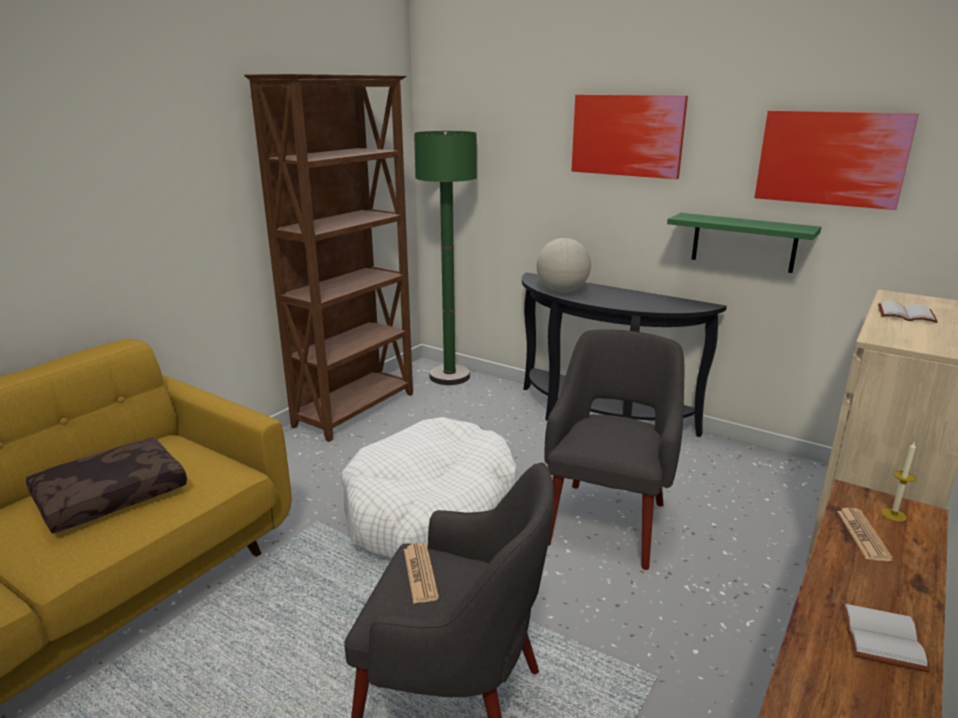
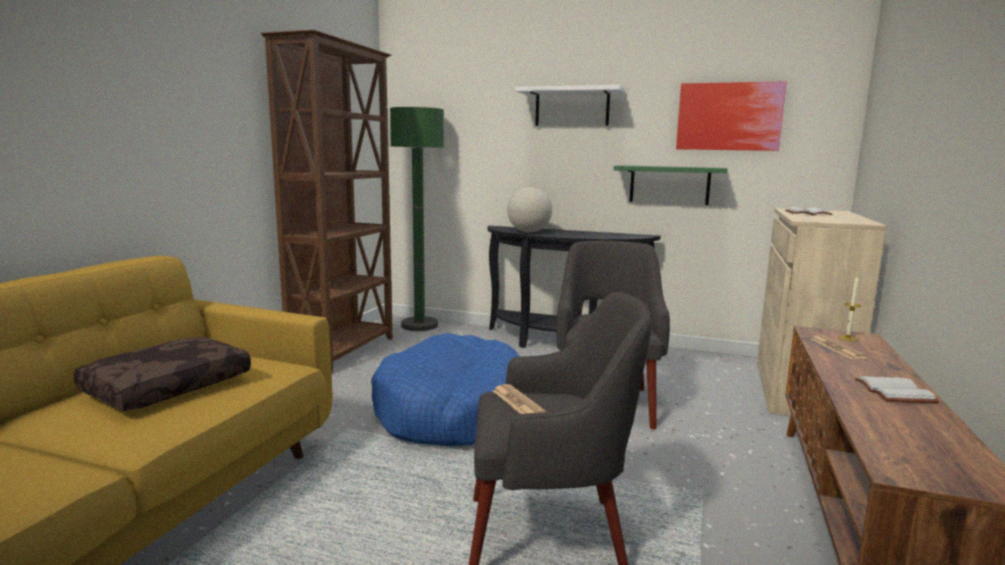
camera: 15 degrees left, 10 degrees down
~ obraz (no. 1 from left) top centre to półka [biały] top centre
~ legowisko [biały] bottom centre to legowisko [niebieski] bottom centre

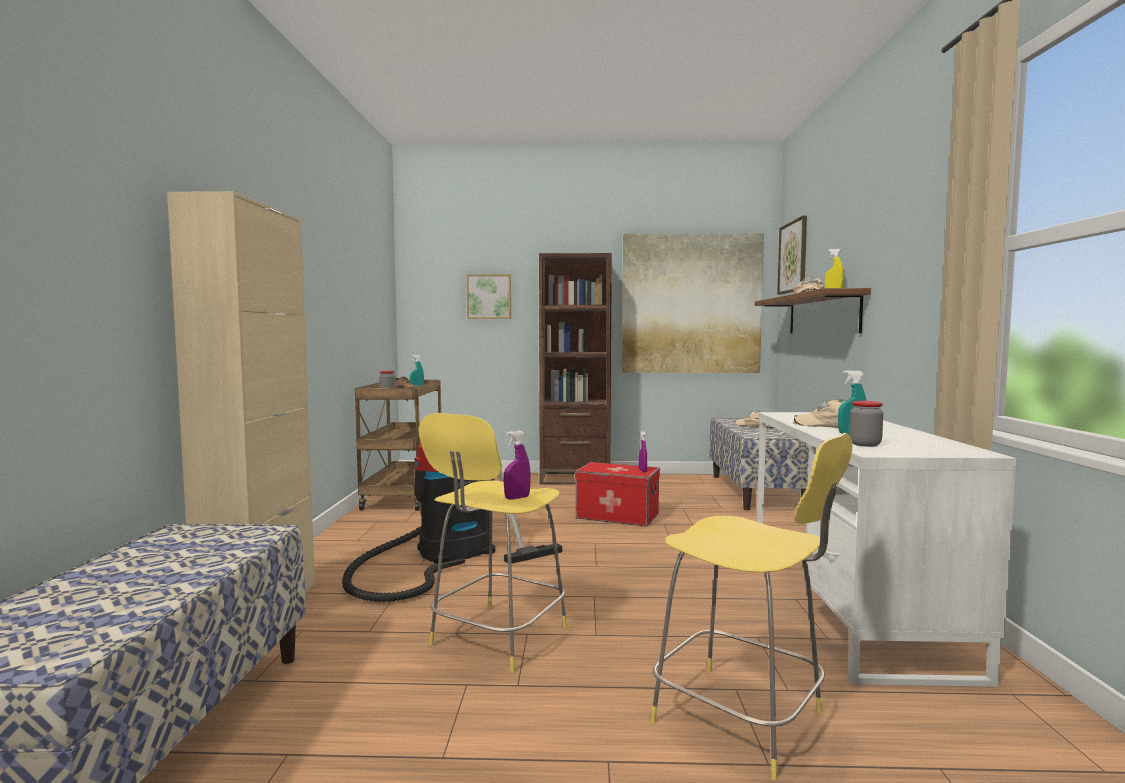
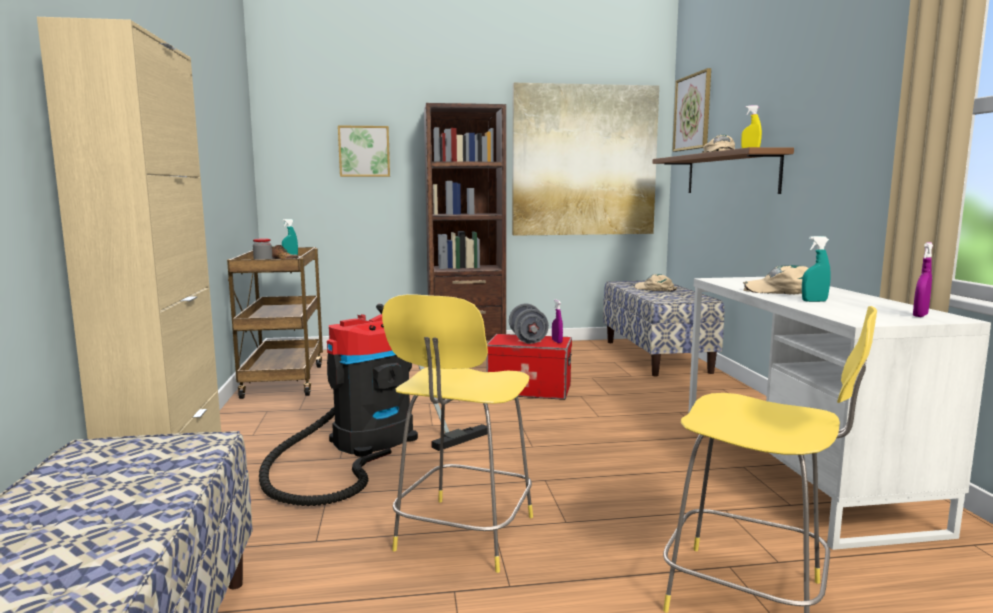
camera: 10 degrees left, 5 degrees up
- słoik (no. 2 from left) middle right
+ hantel [szary] centre
~ spryskiwacz [fioletowy] (no. 1 from left in the first image) centre to spryskiwacz [fioletowy] (no. 2 from left) middle right

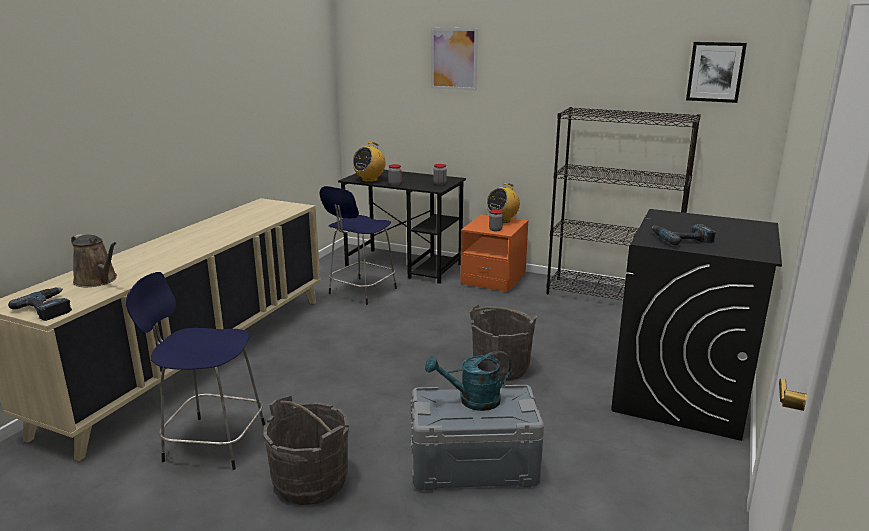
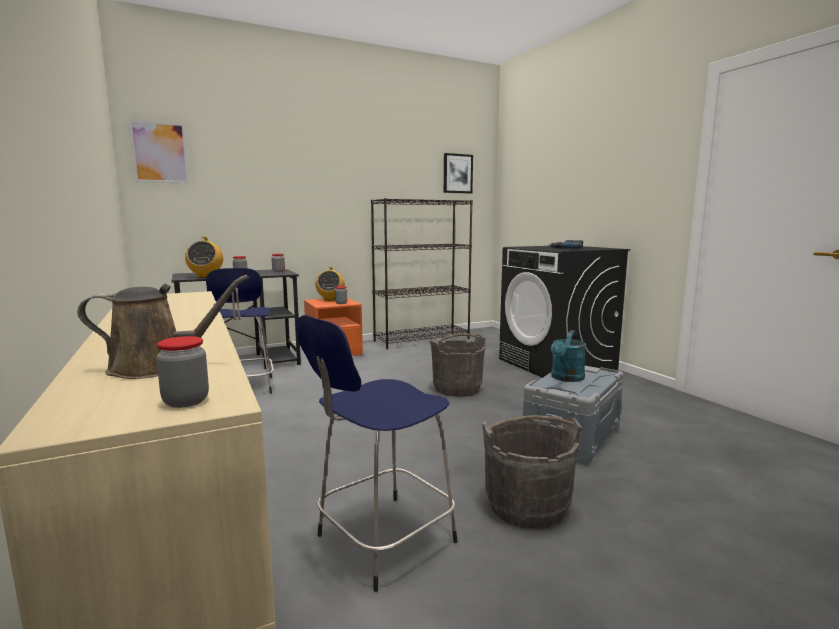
camera: 50 degrees left, 10 degrees down
~ obraz (no. 1 from left) top centre to top left
~ wiertarka (no. 1 from left) middle left to słoik (no. 1 from left) middle left

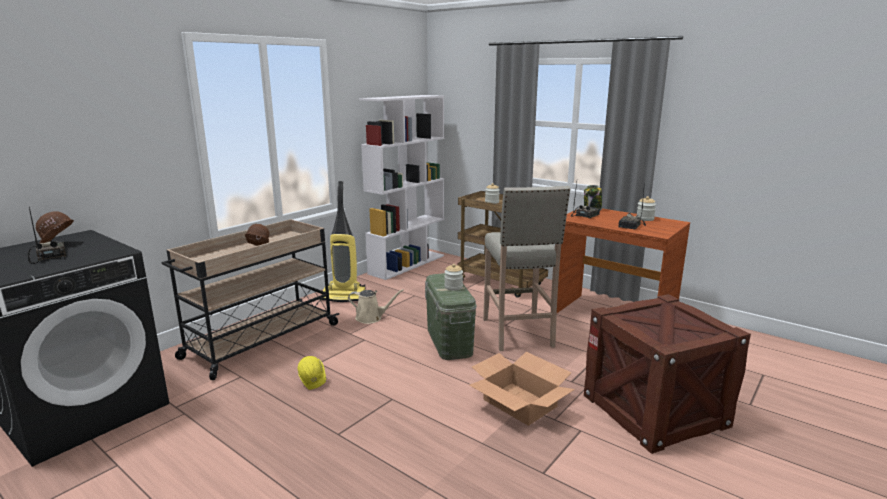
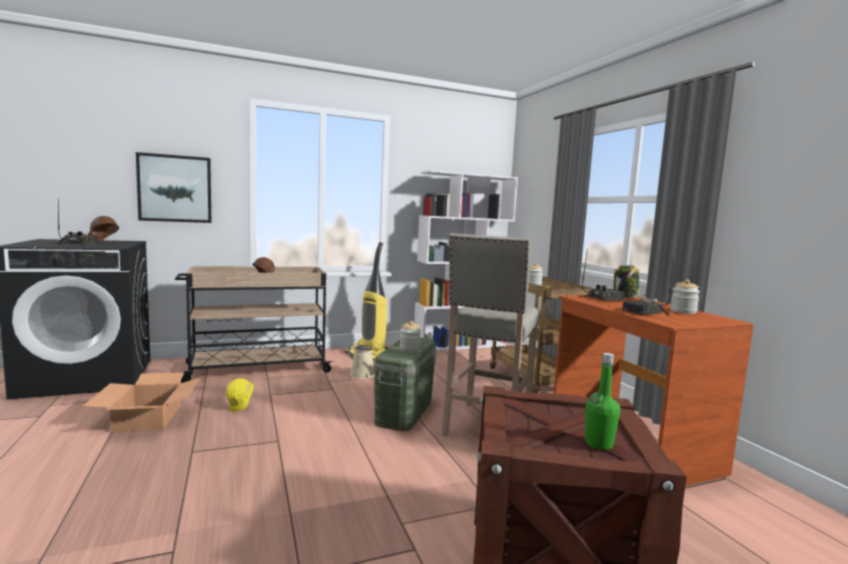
camera: 30 degrees right, 10 degrees down
+ obraz top left
+ butelka [zielony] bottom right
~ karton bottom centre to bottom left

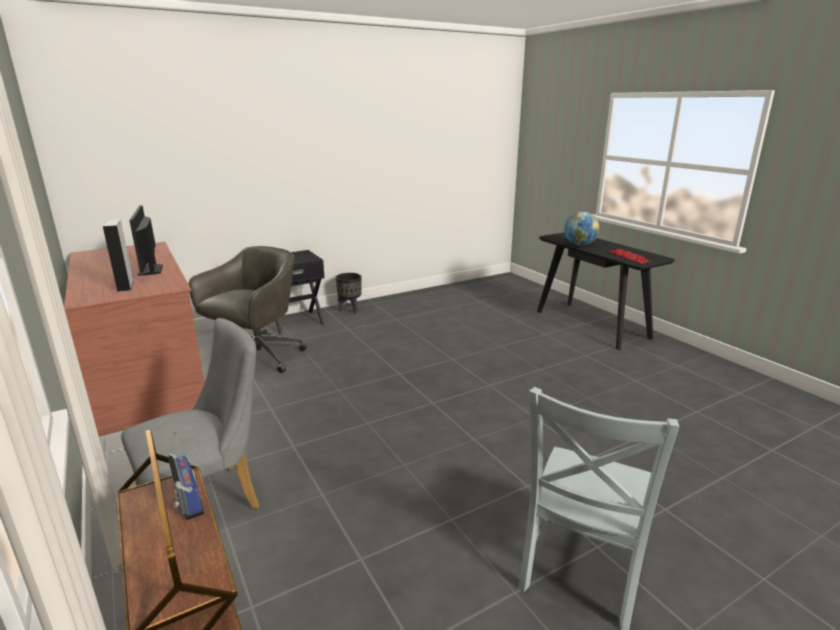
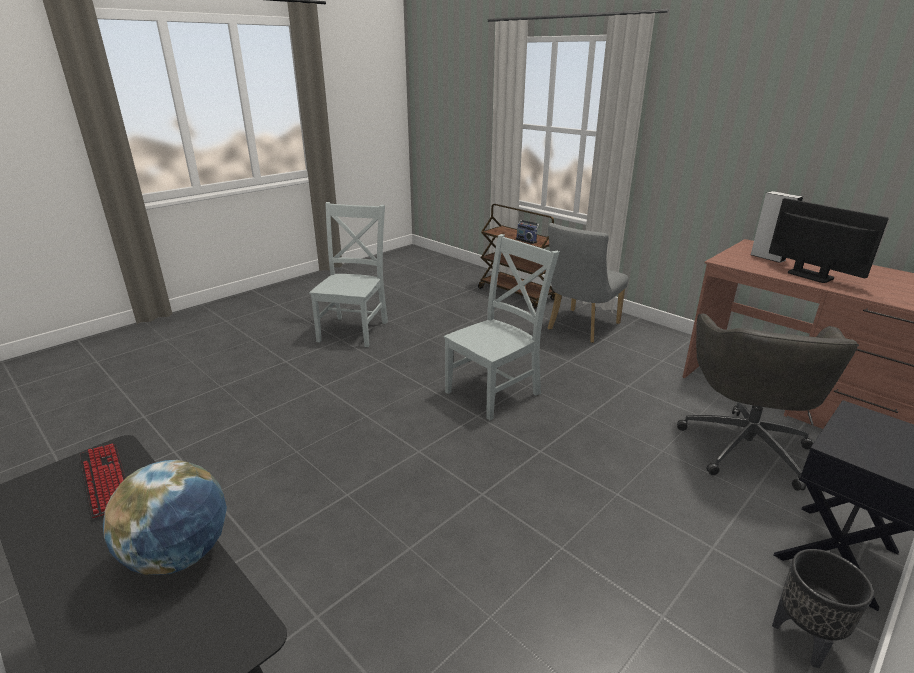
camera: 165 degrees right, 5 degrees up
+ krzesło [szary] (no. 2 from left) centre

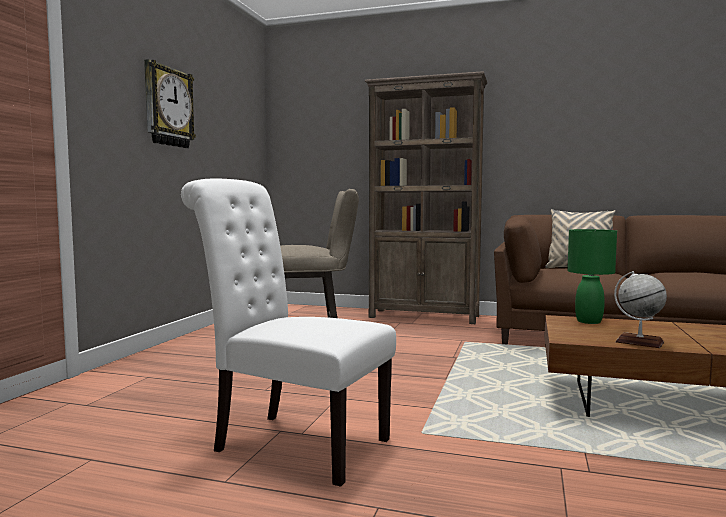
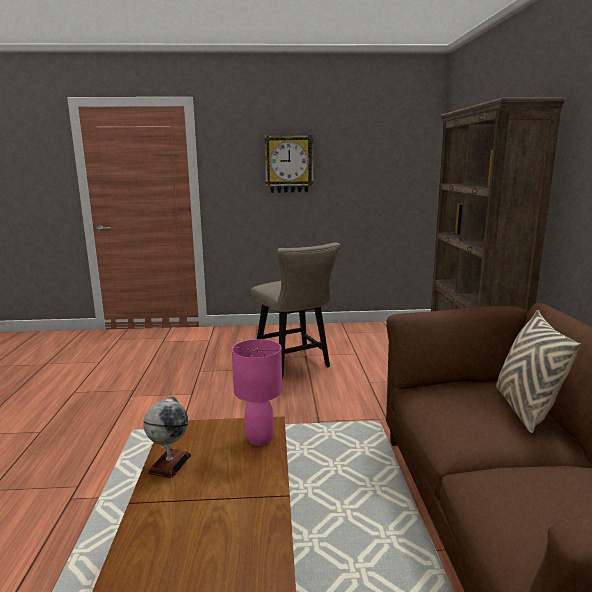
camera: 70 degrees right, 10 degrees up
- krzesło [biały] centre
~ lampa stołowa [zielony] middle right to lampa stołowa [różowy] centre

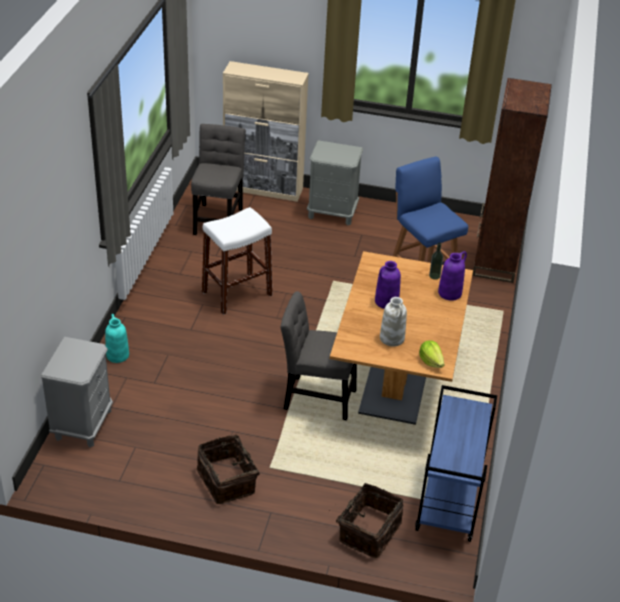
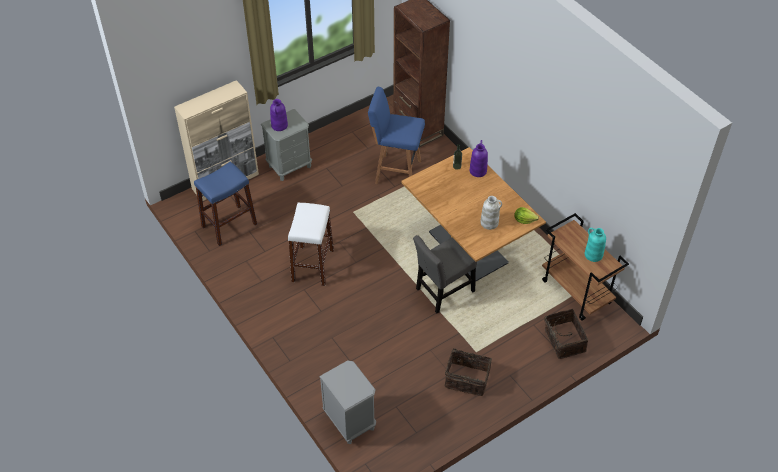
camera: 45 degrees left, 10 degrees up
~ wazon [turkusowy] middle left to middle right
~ wazon [fioletowy] (no. 1 from left) centre to top centre
~ krzesło [szary] (no. 1 from left) top centre to stołek [niebieski] (no. 1 from left) middle left
~ wózek [niebieski] bottom right to wózek [brązowy] middle right

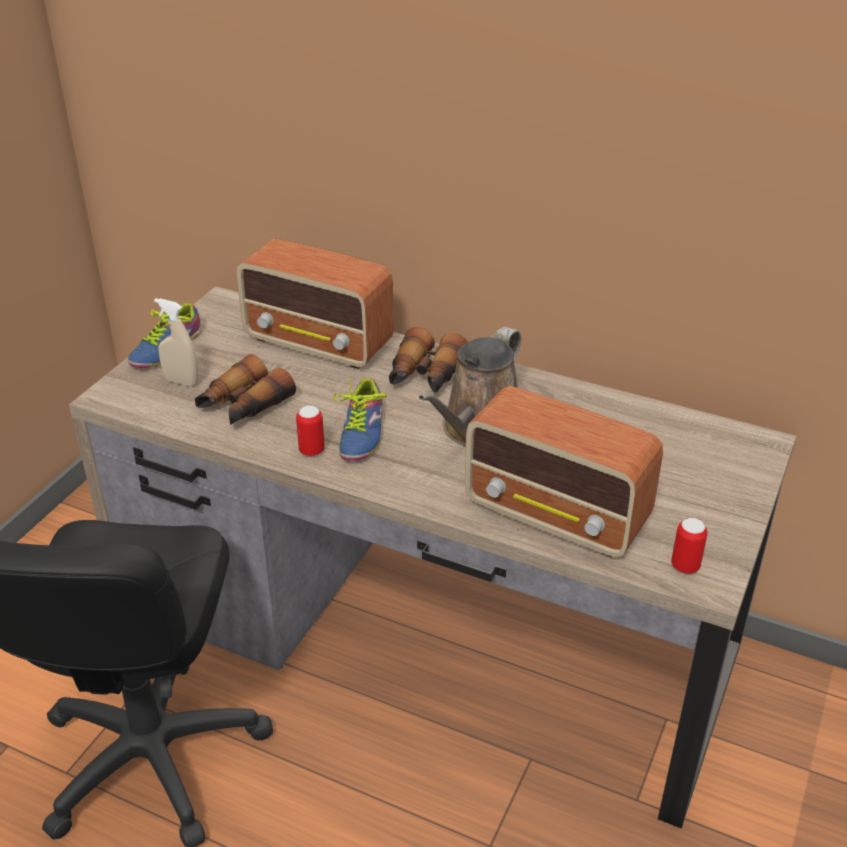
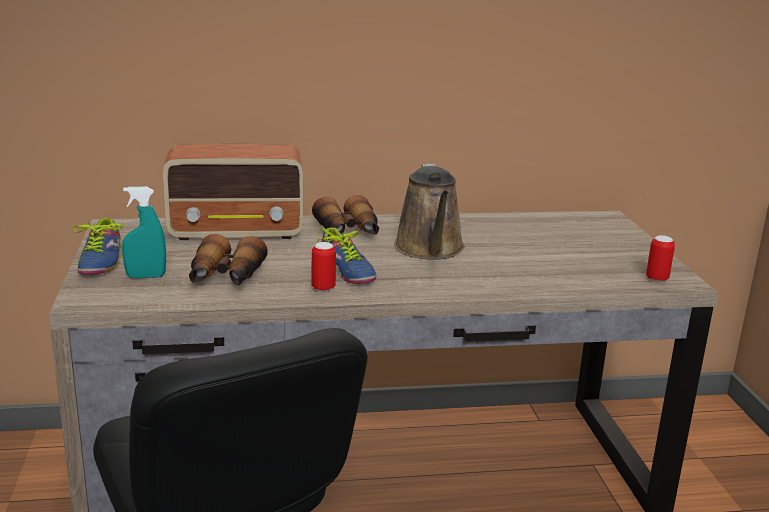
camera: 35 degrees left, 15 degrees down
- radio (no. 2 from left) centre
~ spryskiwacz [beżowy] middle left to spryskiwacz [turkusowy] middle left

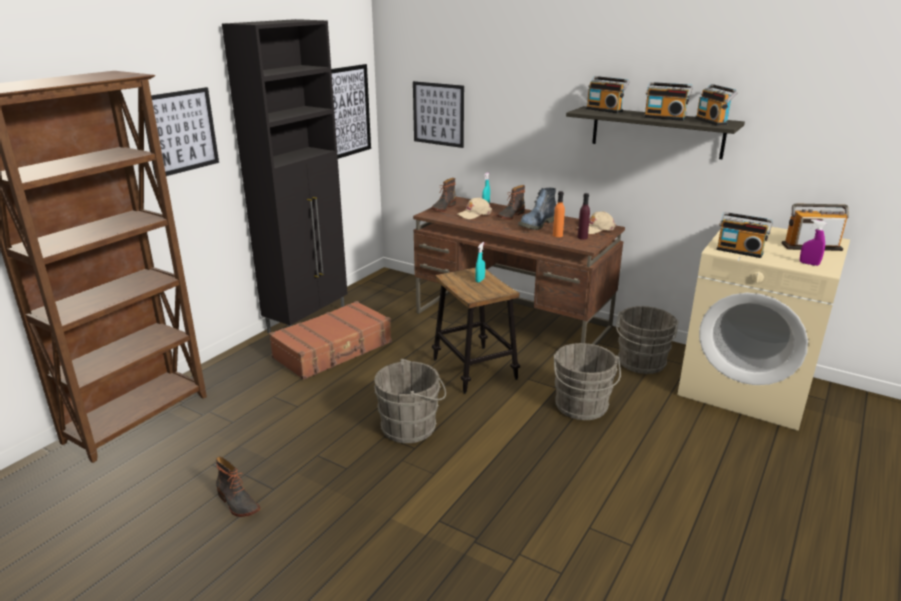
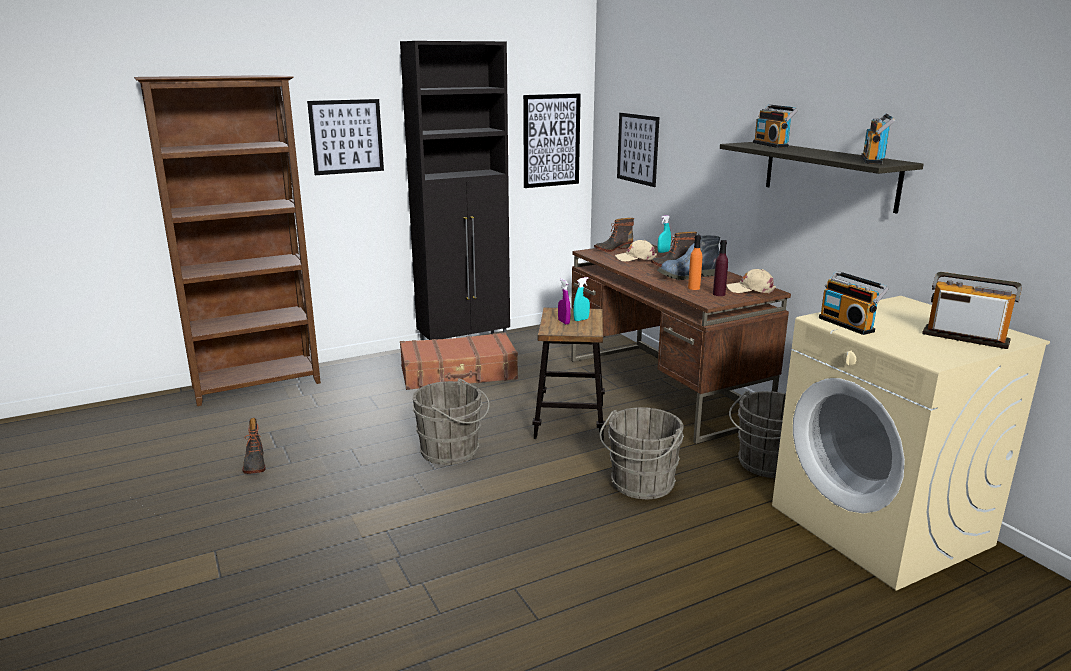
camera: 30 degrees right, 5 degrees down
- radio (no. 2 from left) top right
~ spryskiwacz [fioletowy] middle right to centre

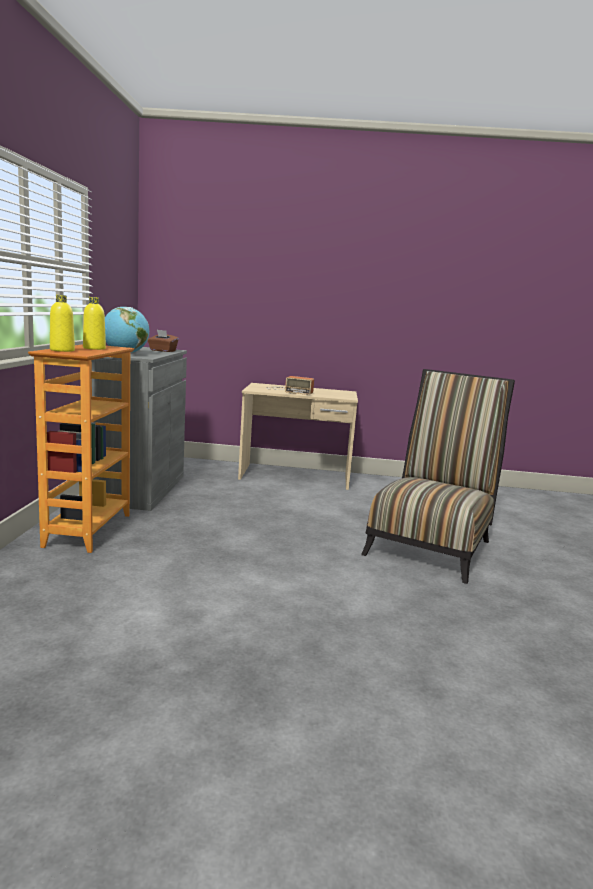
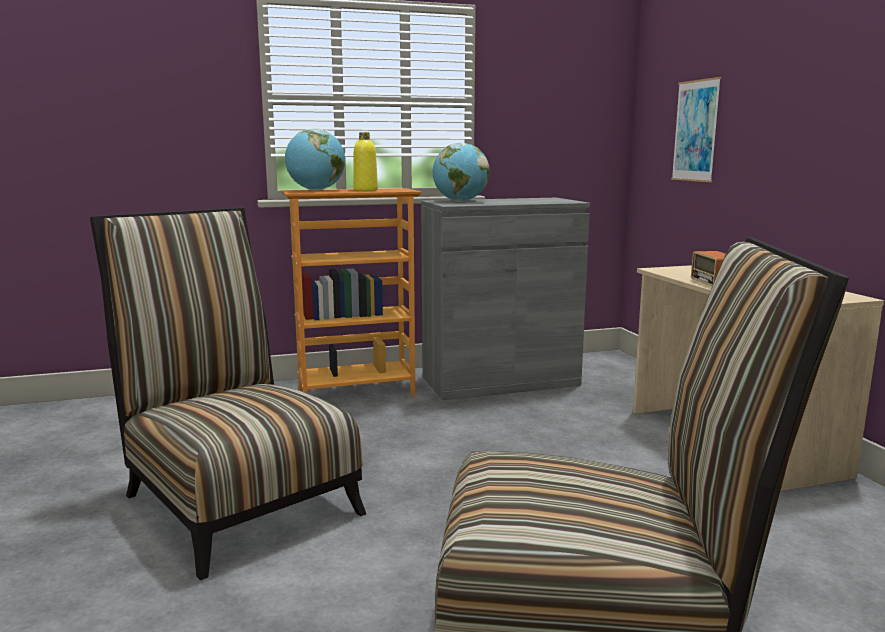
camera: 70 degrees right, 0 degrees up
- pudełko chusteczek [brązowy] middle left
+ krzesło (no. 1 from left) middle left
+ obraz top right
~ butelka [żółty] (no. 1 from left) middle left to globus (no. 1 from left) top centre

